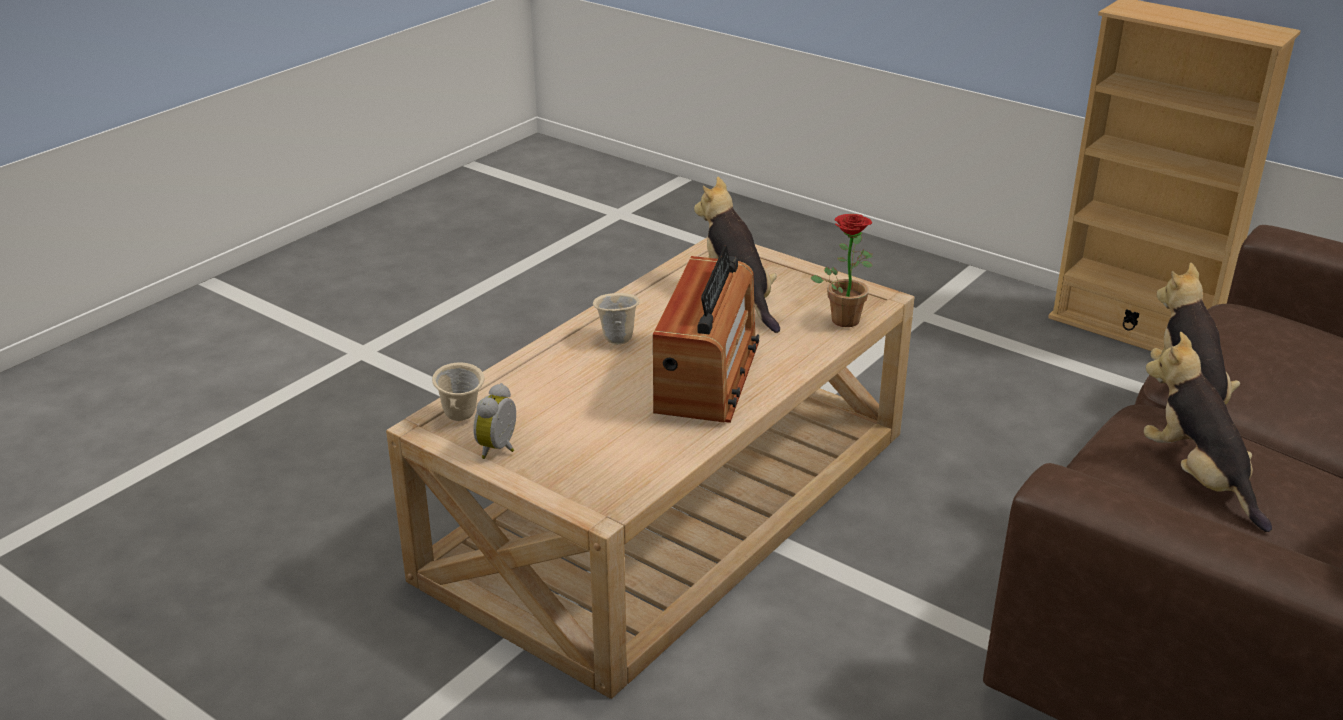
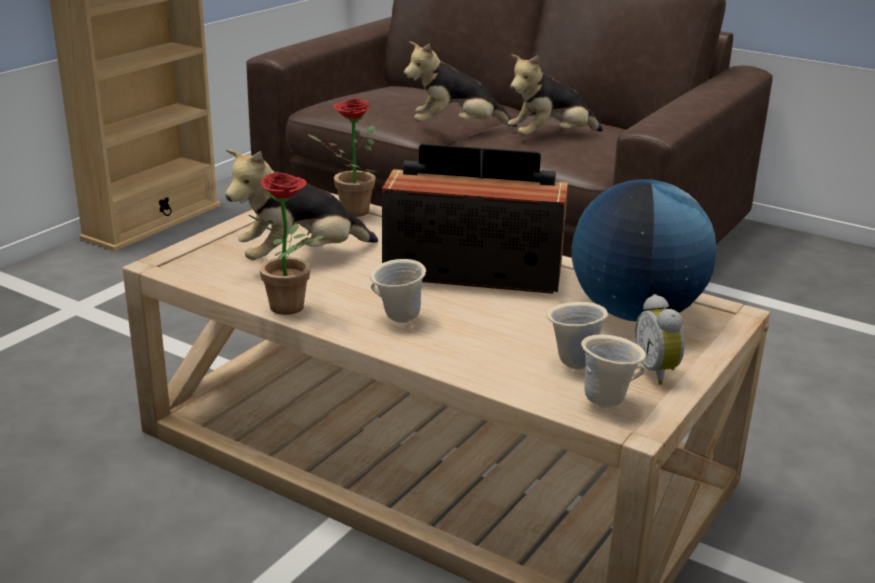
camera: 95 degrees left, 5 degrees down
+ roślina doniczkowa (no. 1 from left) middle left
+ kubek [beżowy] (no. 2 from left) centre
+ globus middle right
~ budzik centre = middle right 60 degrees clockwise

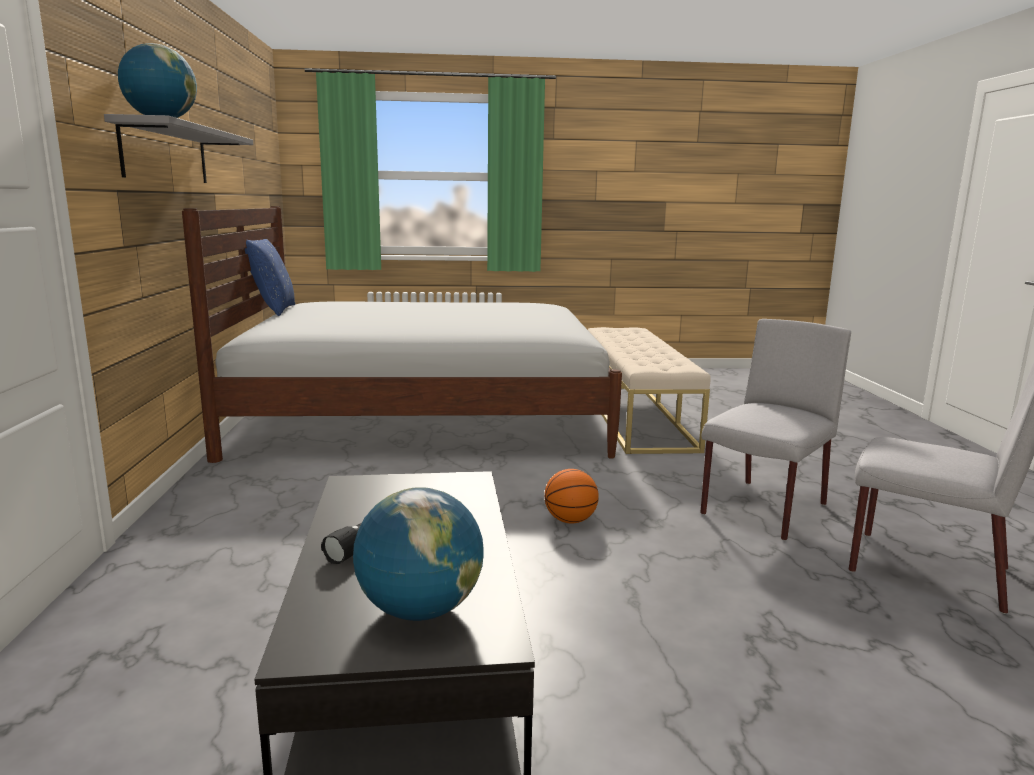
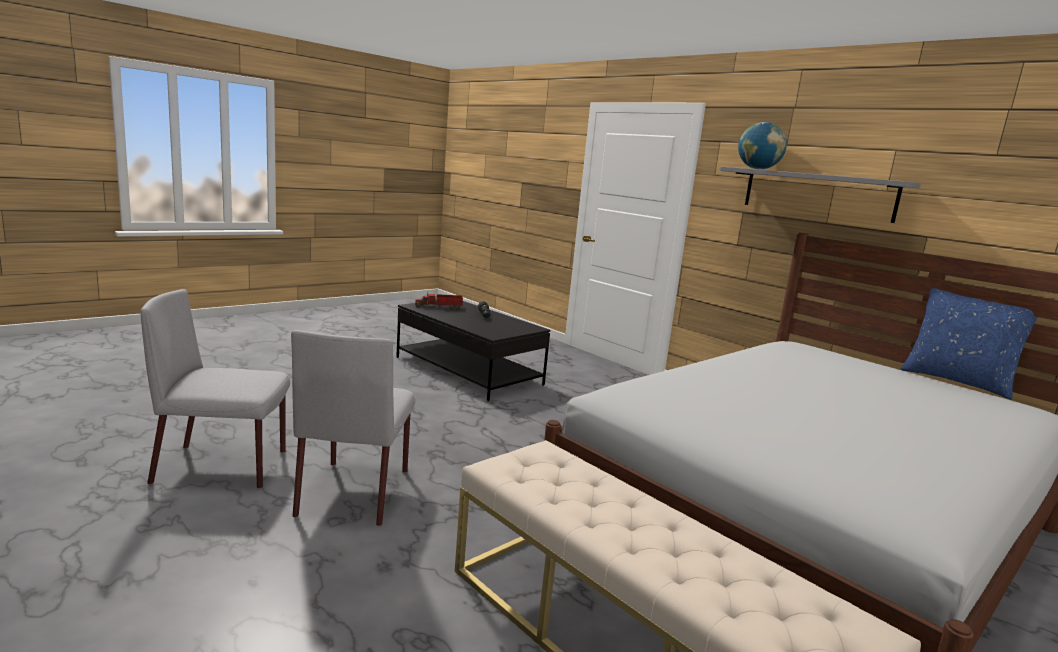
camera: 140 degrees right, 0 degrees up
- piłka do koszykówki centre
~ globus (no. 2 from left) bottom centre to ciężarówka zabawkowa centre

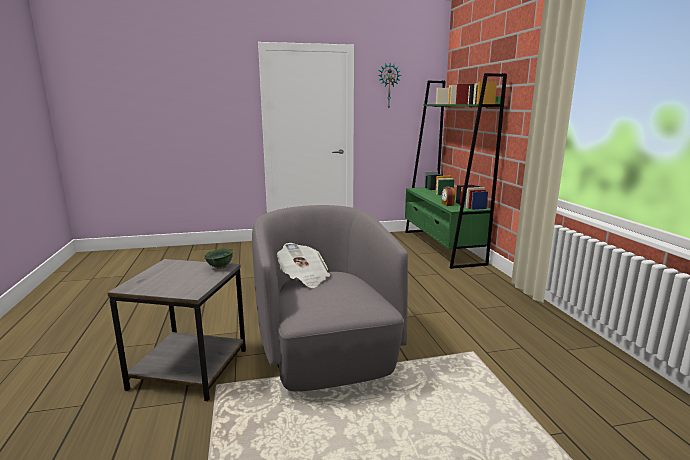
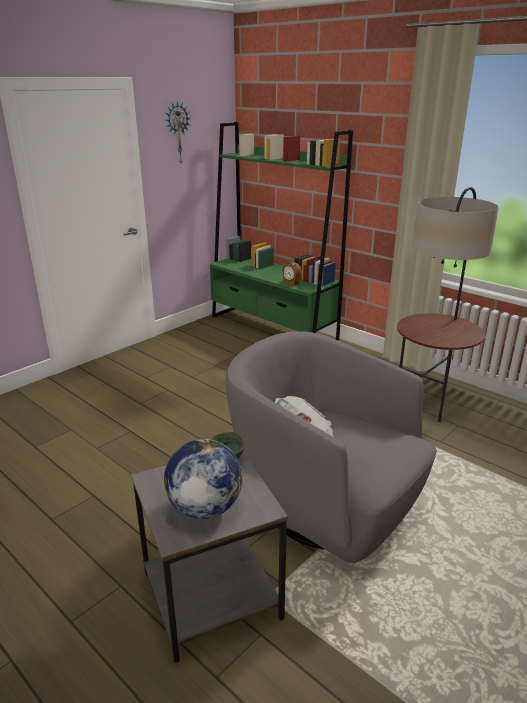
camera: 35 degrees left, 10 degrees up
+ globus bottom centre
+ lampa stojąca middle right

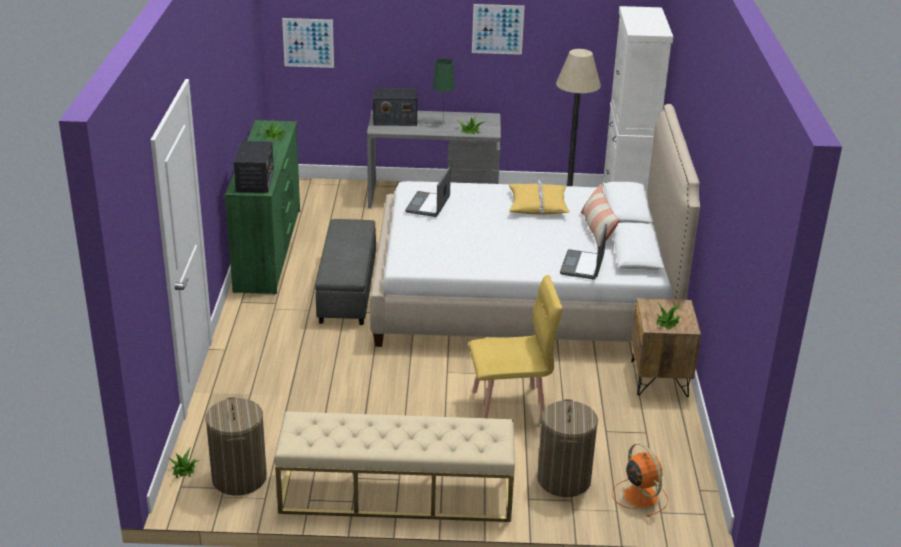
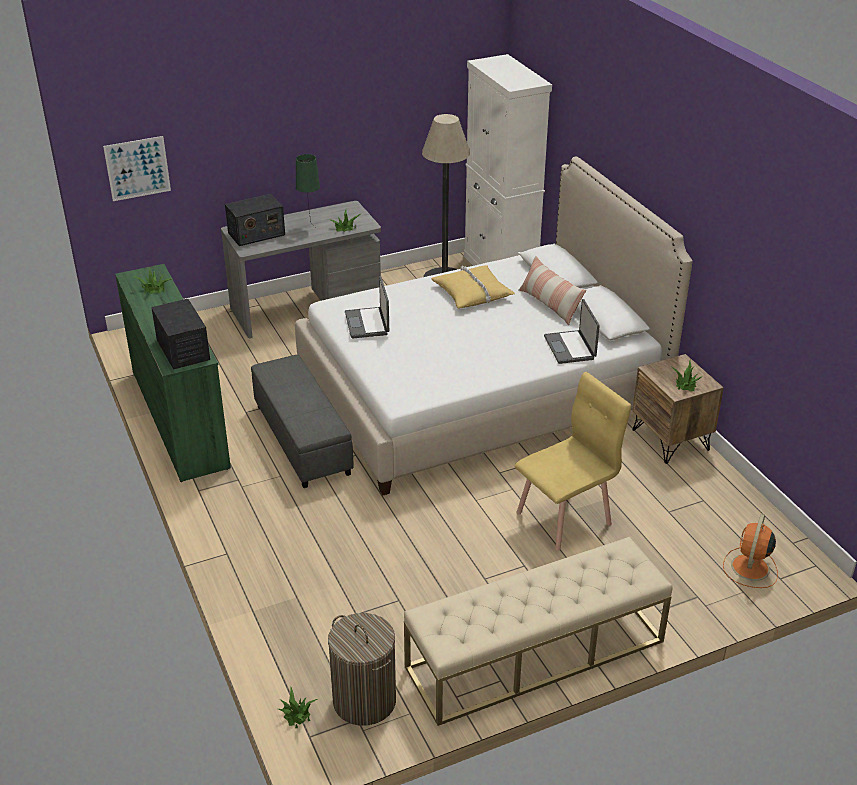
camera: 25 degrees left, 5 degrees up
- obraz (no. 2 from left) top centre
- kosz na pranie (no. 2 from left) bottom centre
~ wentylator [pomarańczowy] bottom right = bottom right 105 degrees counterclockwise

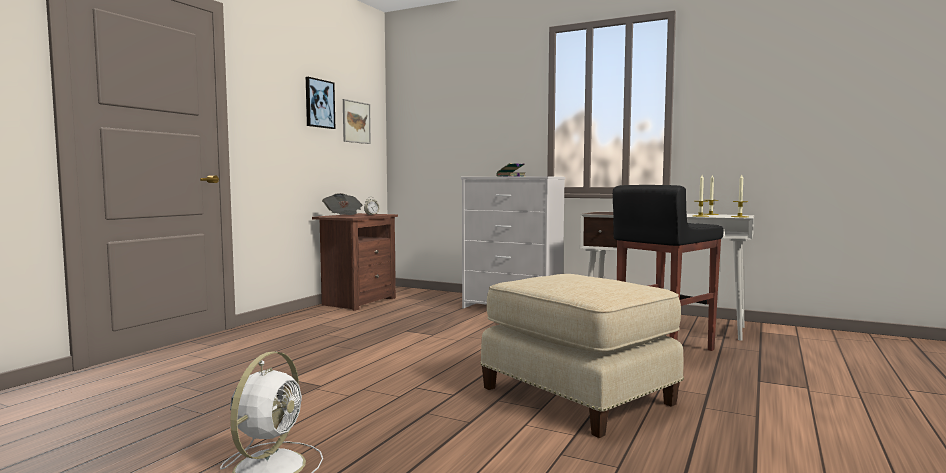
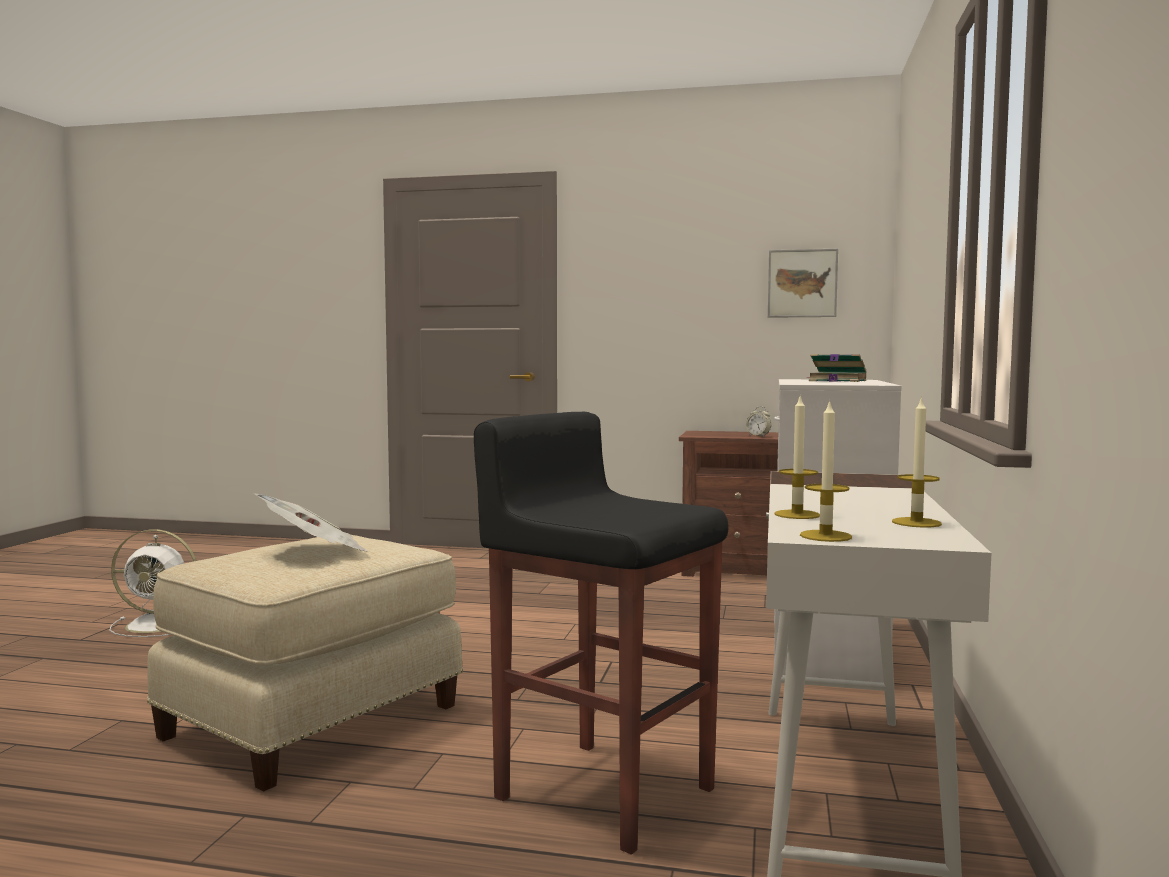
camera: 75 degrees right, 0 degrees up
- obraz (no. 1 from left) top centre
~ gazeta centre to middle left

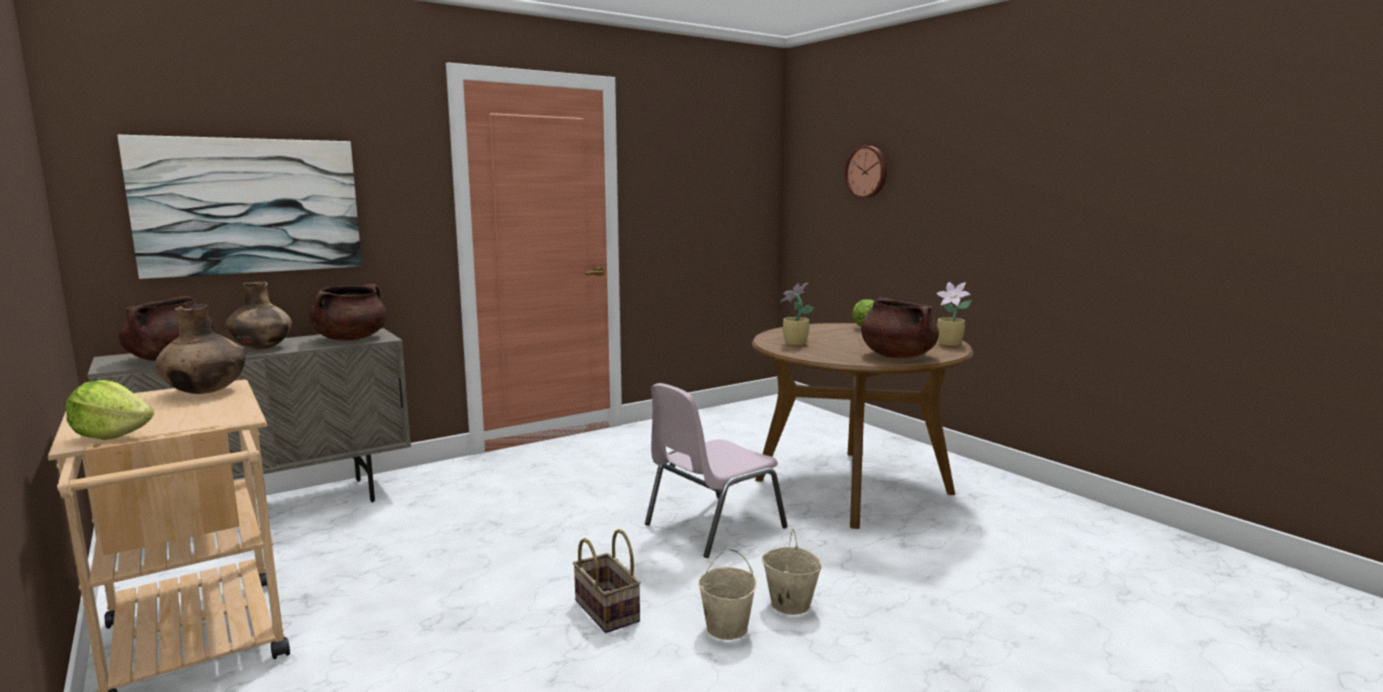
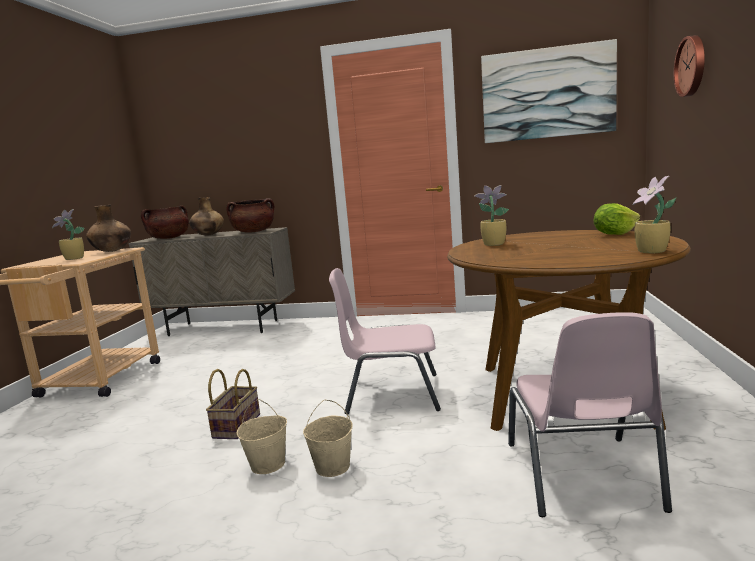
camera: 45 degrees right, 0 degrees up
- sałata (no. 1 from left) middle left
- garnek [brązowy] (no. 3 from left) centre
+ roślina doniczkowa (no. 1 from left) middle left
+ krzesło [różowy] (no. 2 from left) bottom right
~ obraz top left to top right

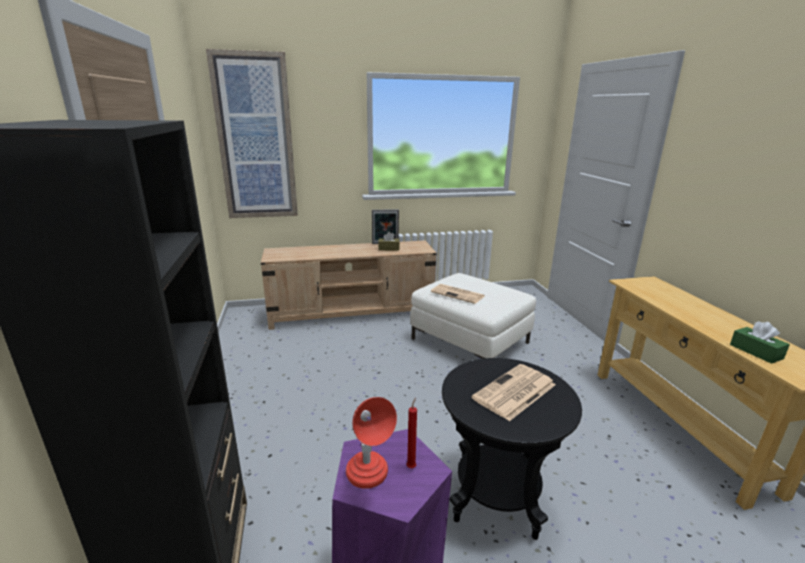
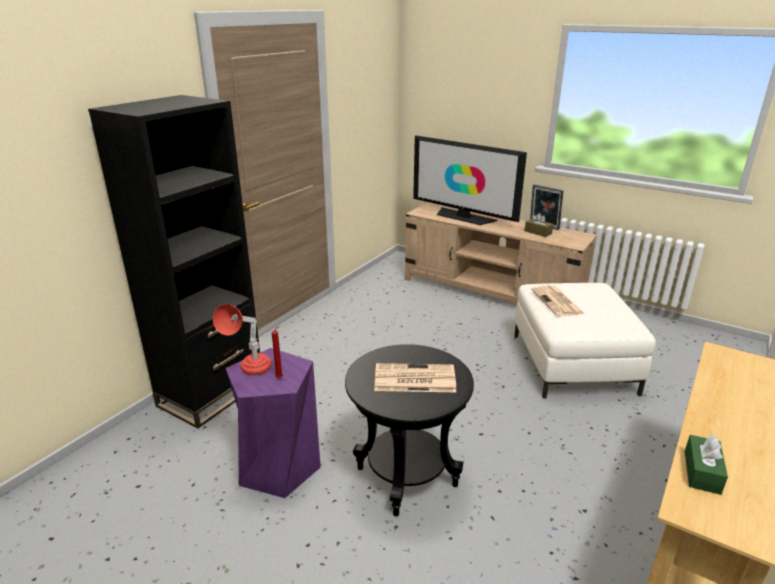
camera: 45 degrees right, 5 degrees up
- obraz top left
+ telewizor top centre

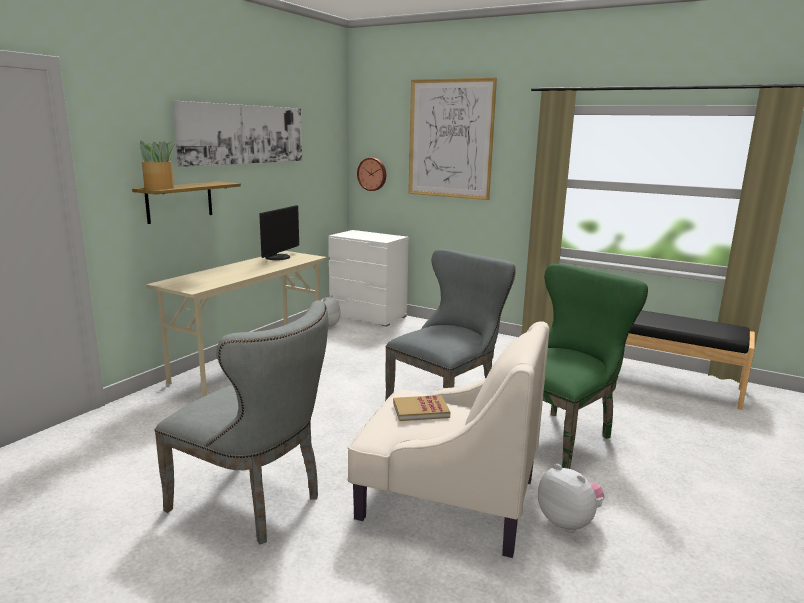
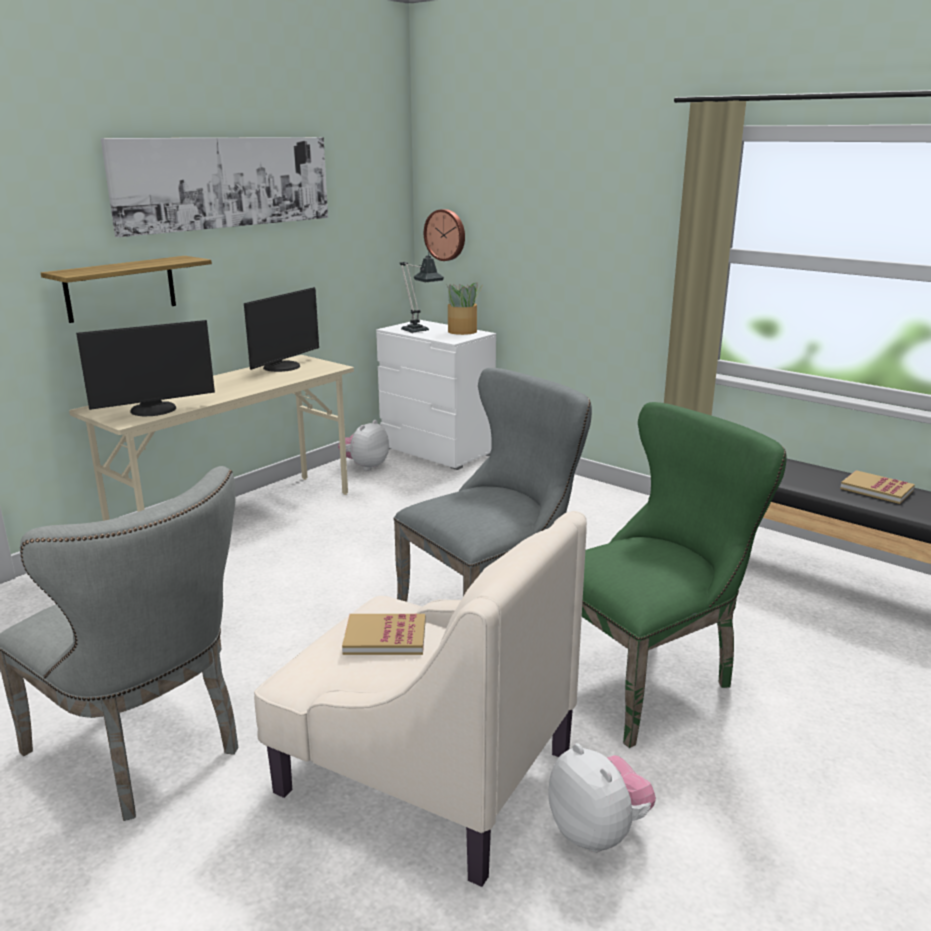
camera: 10 degrees right, 5 degrees up
- obraz (no. 2 from left) top centre
+ monitor (no. 1 from left) middle left
+ lampa stołowa top centre
+ książka (no. 2 from left) middle right
~ roślina doniczkowa top left to top centre

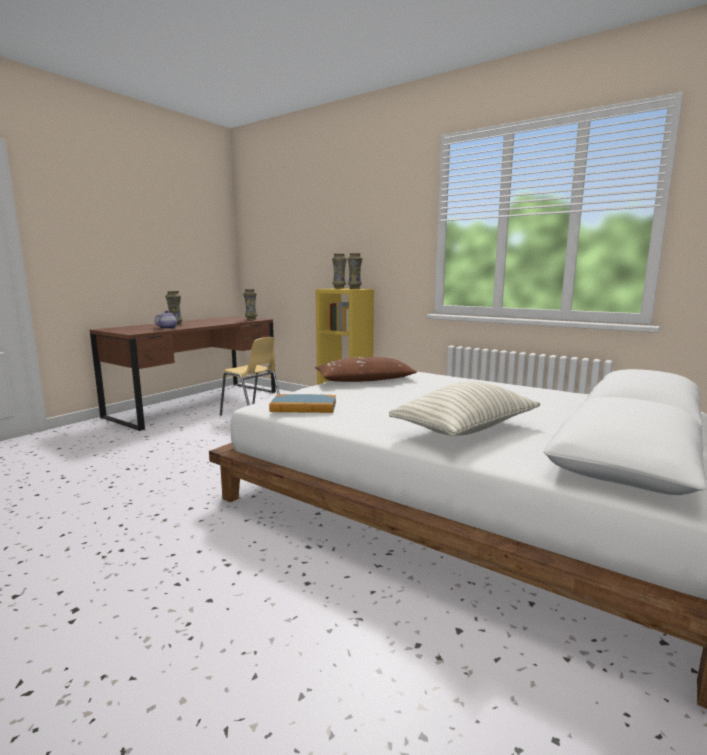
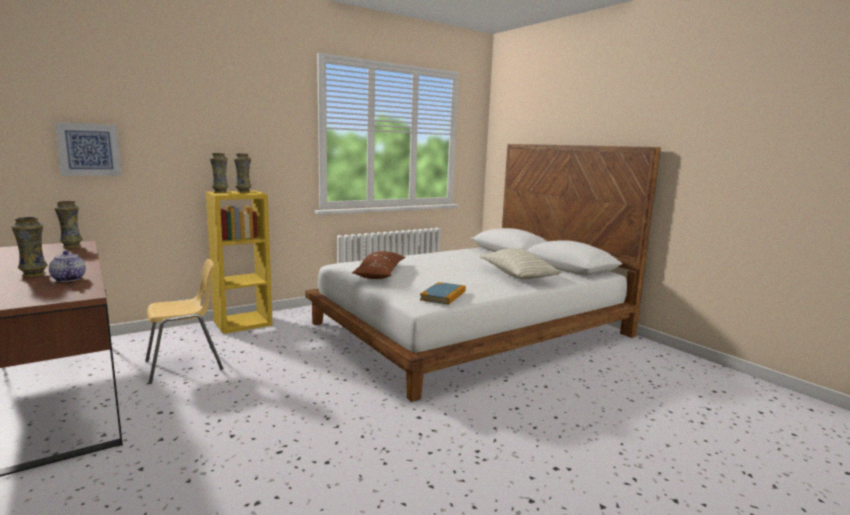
camera: 70 degrees left, 0 degrees up
+ obraz top left

